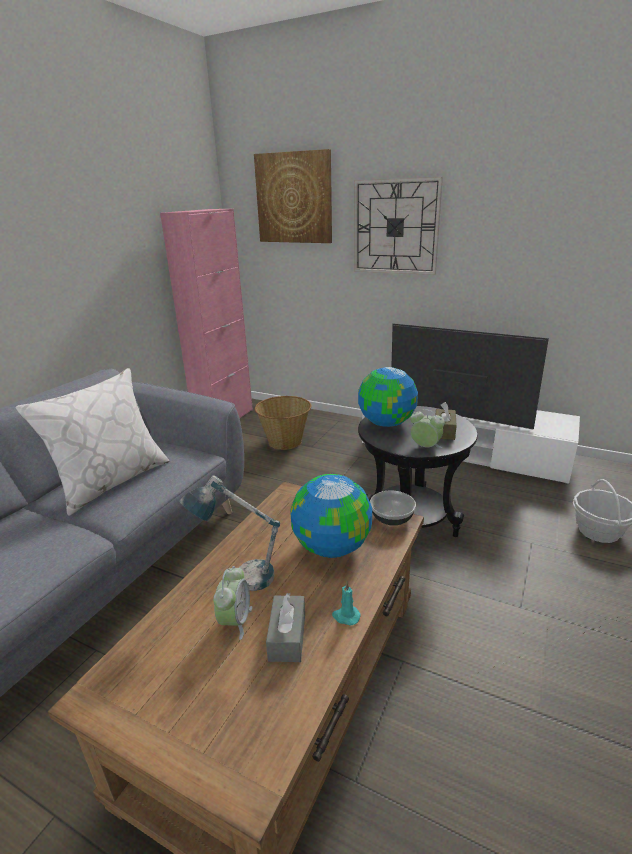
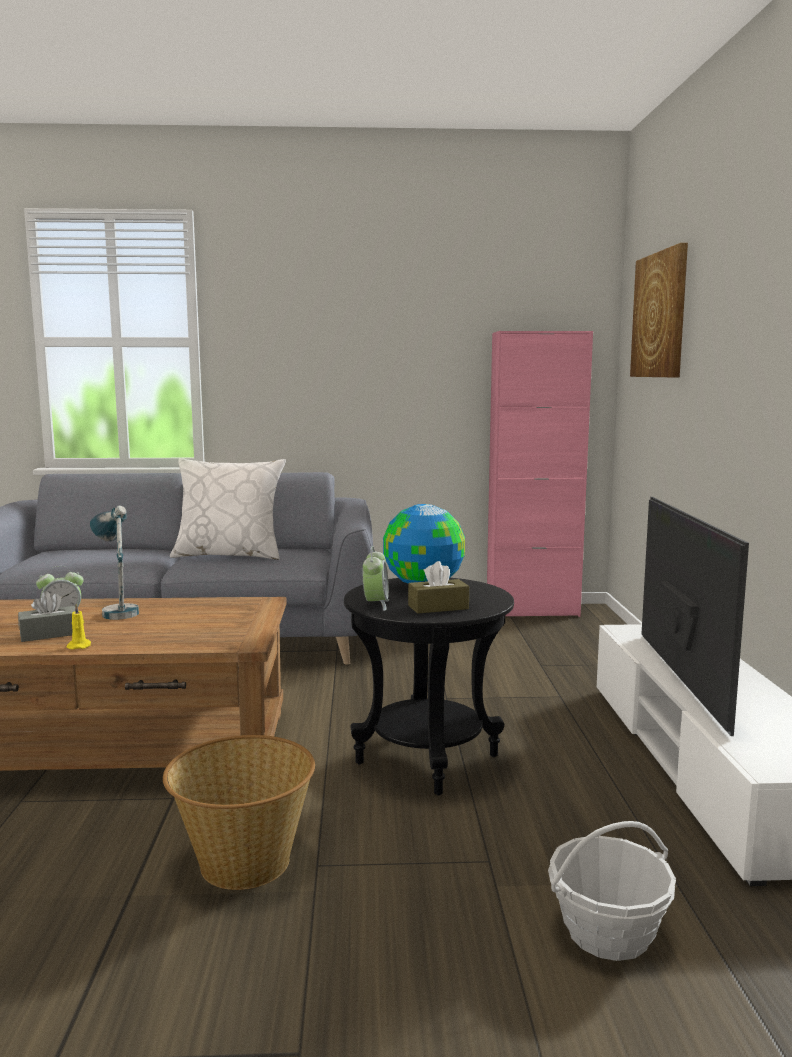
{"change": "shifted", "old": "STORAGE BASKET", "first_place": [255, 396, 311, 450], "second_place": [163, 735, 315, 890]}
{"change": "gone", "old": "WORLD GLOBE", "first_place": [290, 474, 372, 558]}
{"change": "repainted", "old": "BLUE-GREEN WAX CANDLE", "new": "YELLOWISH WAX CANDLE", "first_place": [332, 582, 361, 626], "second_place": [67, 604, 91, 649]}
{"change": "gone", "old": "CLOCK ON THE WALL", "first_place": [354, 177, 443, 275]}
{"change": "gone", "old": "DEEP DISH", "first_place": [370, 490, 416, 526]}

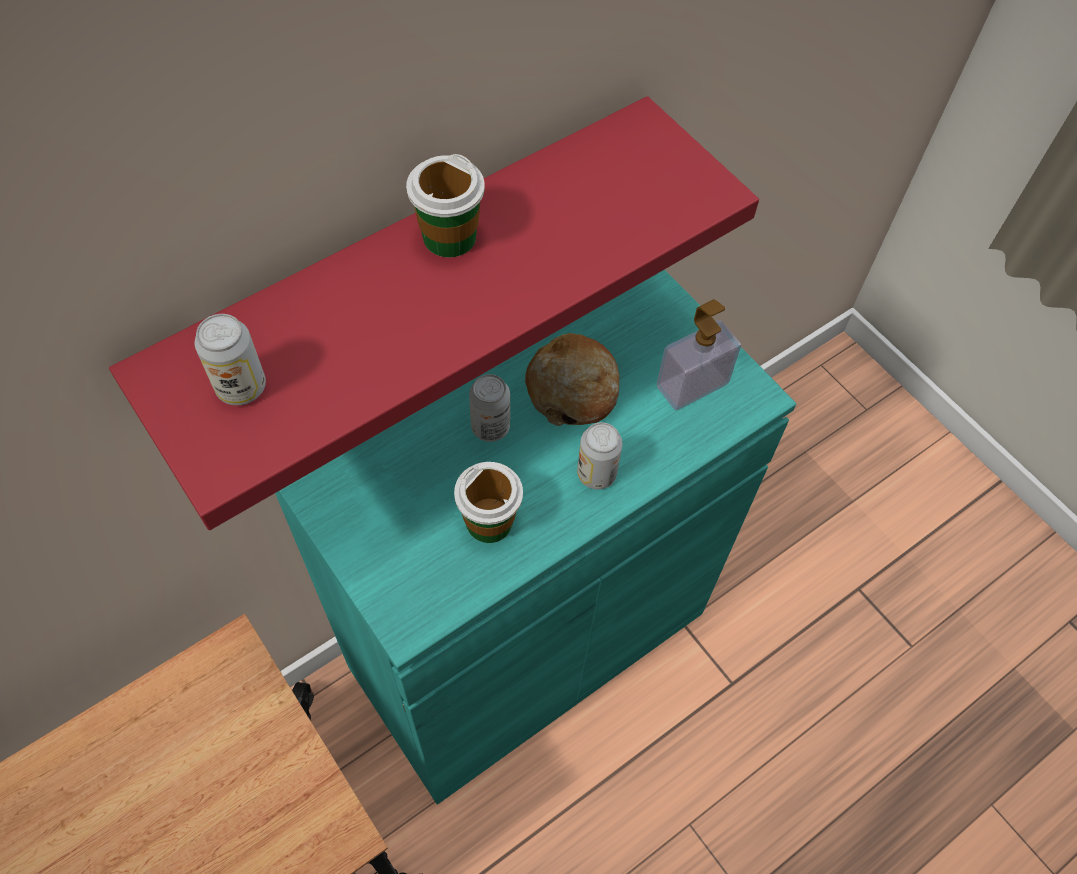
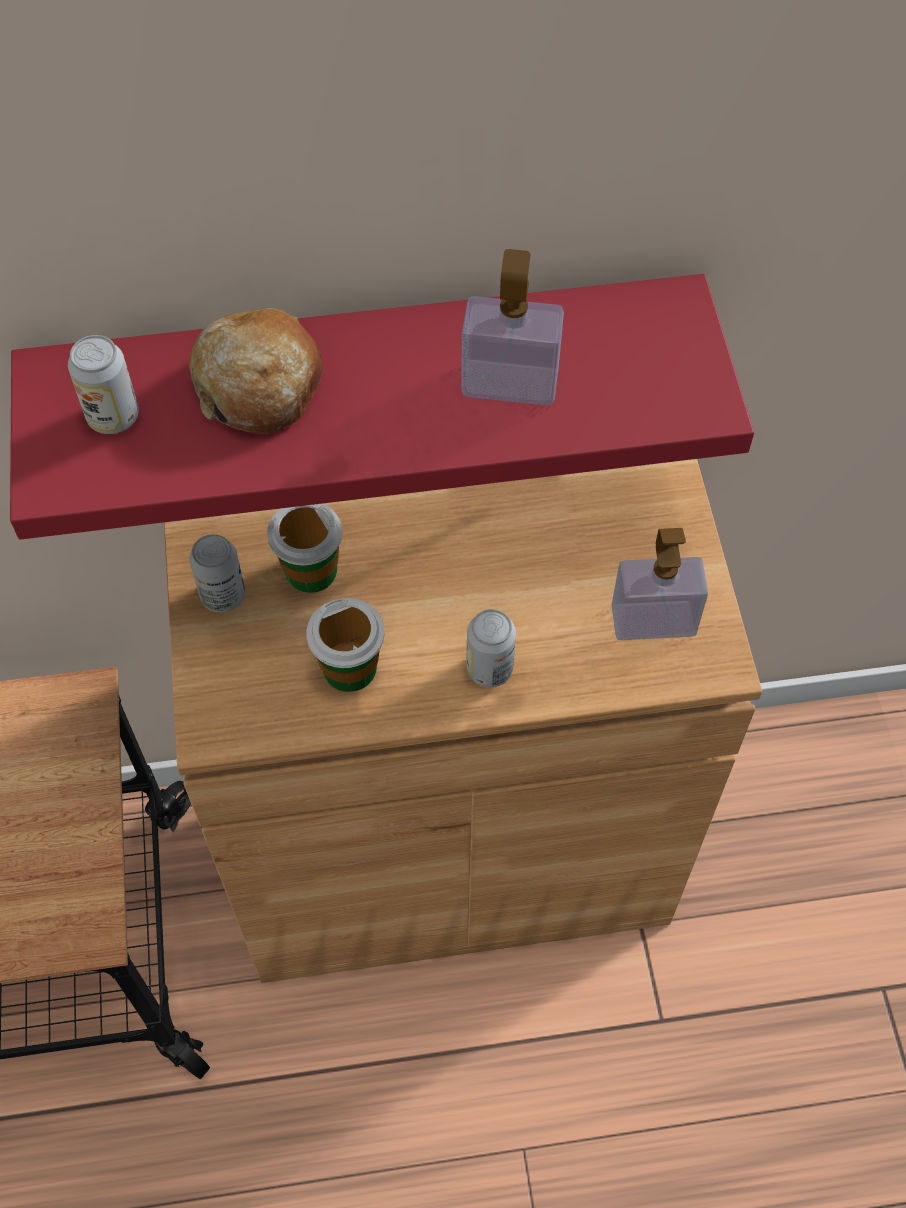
{"change": "repainted", "old": "BLUE-GREEN CUPBOARD", "new": "BROWN CUPBOARD", "first_place": [275, 269, 796, 805], "second_place": [164, 459, 762, 983]}
{"change": "shifted", "old": "DRINKING CUP", "first_place": [406, 154, 485, 257], "second_place": [267, 504, 342, 593]}
{"change": "shifted", "old": "METAL CAN", "first_place": [469, 374, 510, 442], "second_place": [189, 534, 245, 613]}
{"change": "shifted", "old": "BAKED BREAD", "first_place": [525, 333, 620, 426], "second_place": [189, 308, 323, 434]}
{"change": "new", "new": "SOAP BOTTLE", "second_place": [461, 249, 564, 406]}

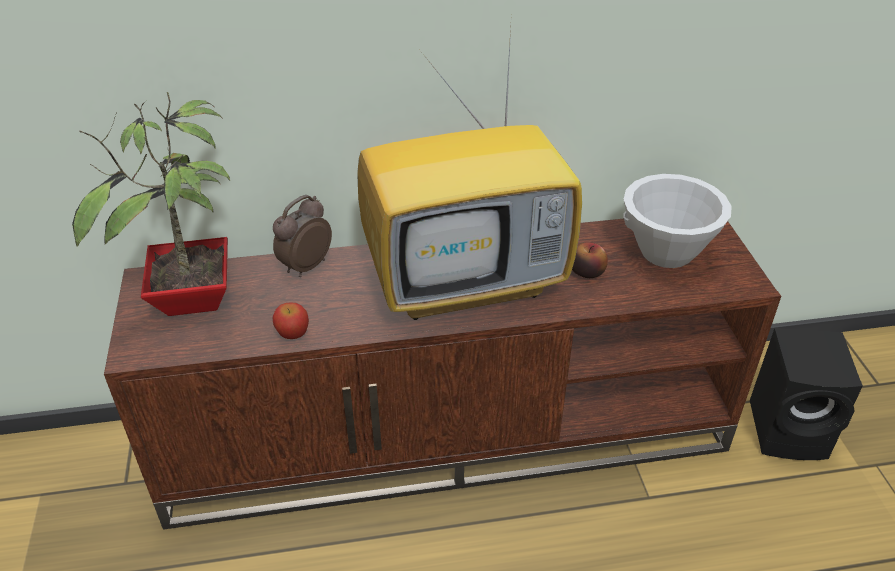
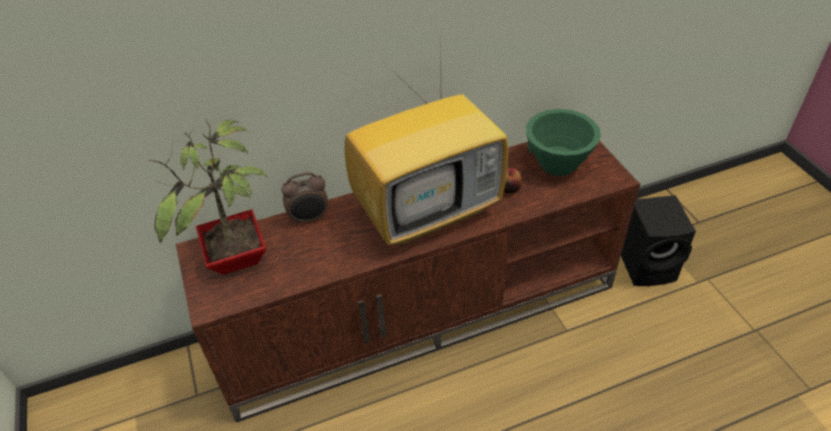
{"change": "rotated", "old": "ALARM CLOCK", "first_place": [273, 195, 332, 277], "second_place": [281, 172, 328, 225], "degrees": -135}
{"change": "gone", "old": "APPLE FRUIT", "first_place": [273, 303, 309, 339]}
{"change": "repainted", "old": "WHITE-COLOURED DEEP DISH", "new": "GREEN DEEP DISH", "first_place": [623, 174, 732, 268], "second_place": [526, 109, 601, 176]}

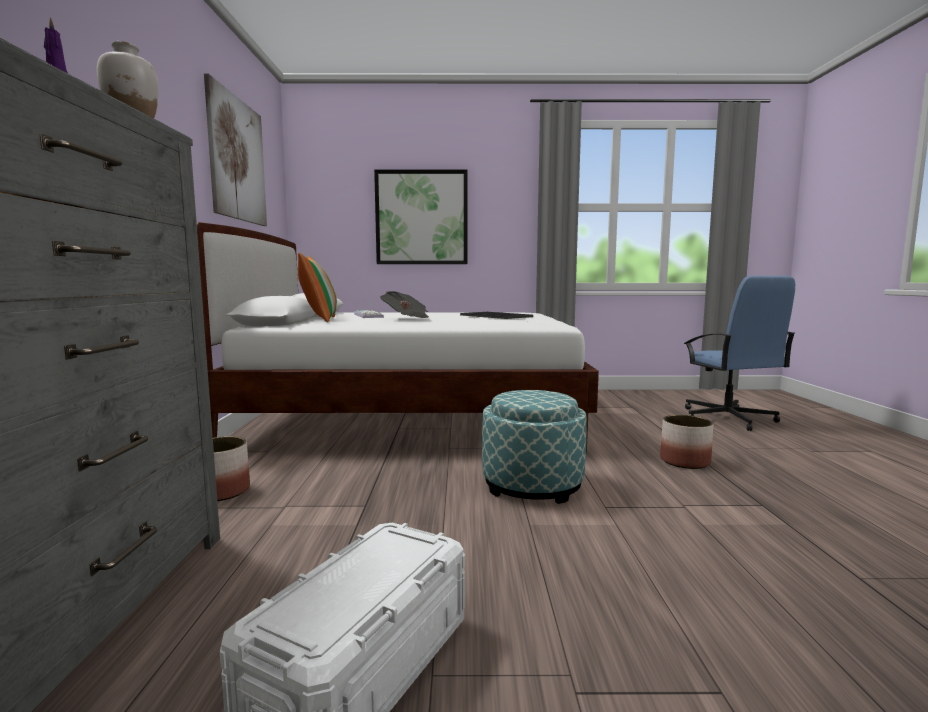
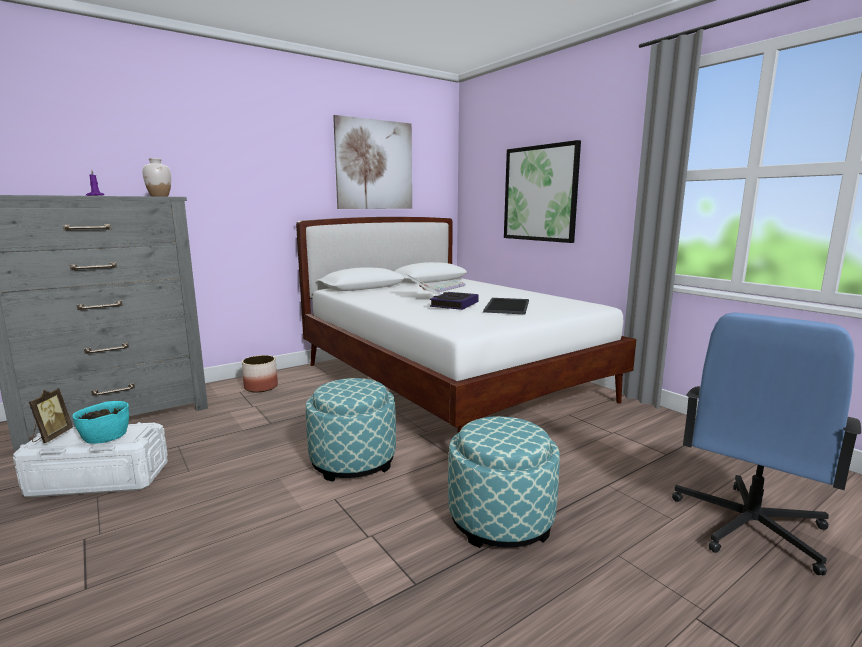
{"change": "gone", "old": "CUSHION", "first_place": [298, 253, 337, 322]}
{"change": "swapped", "old": "PLANT POT", "new": "OTTOMAN", "first_place": [660, 415, 714, 469], "second_place": [448, 416, 560, 548]}
{"change": "new", "new": "PICTURE FRAME", "second_place": [29, 388, 73, 443]}
{"change": "new", "new": "BLUE-GREEN DEEP DISH", "second_place": [72, 401, 129, 444]}
{"change": "new", "new": "BOOK", "second_place": [430, 292, 479, 310]}

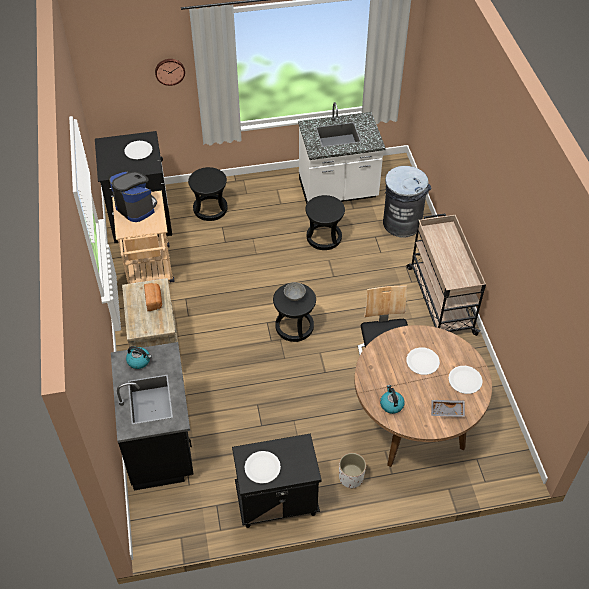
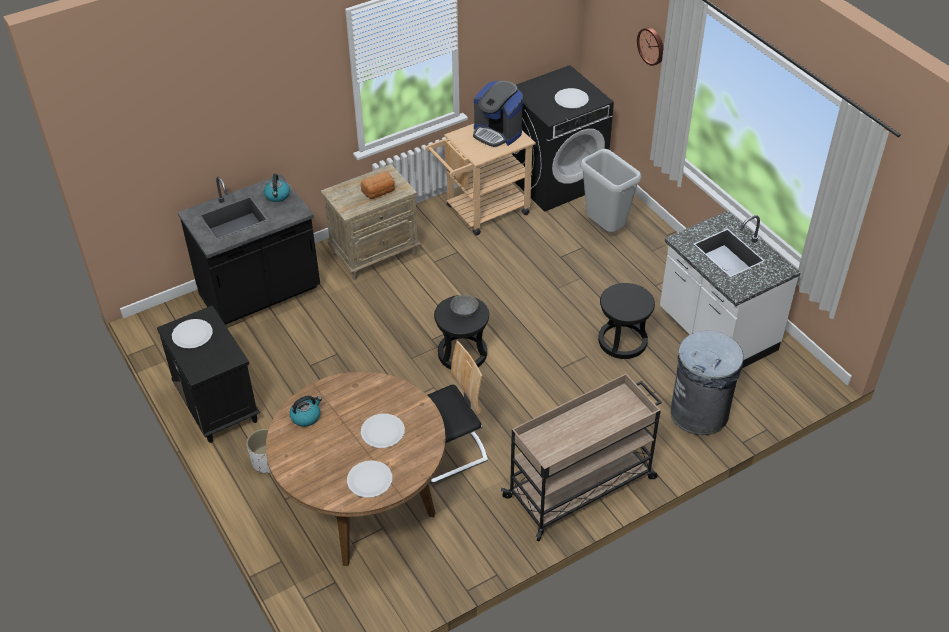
{"change": "rotated", "old": "COFFEE MAKER", "first_place": [109, 172, 157, 222], "second_place": [473, 81, 523, 147], "degrees": 105}
{"change": "swapped", "old": "BLACK-COLOURED SITTING STOOL", "new": "GREY WASTE BIN", "first_place": [188, 167, 228, 221], "second_place": [580, 149, 642, 232]}
{"change": "gone", "old": "GREY TRAY", "first_place": [431, 400, 465, 417]}

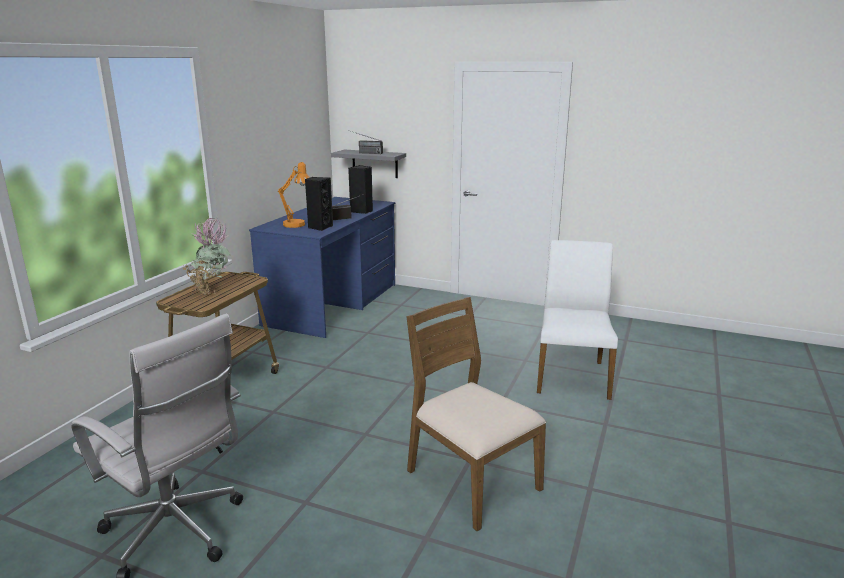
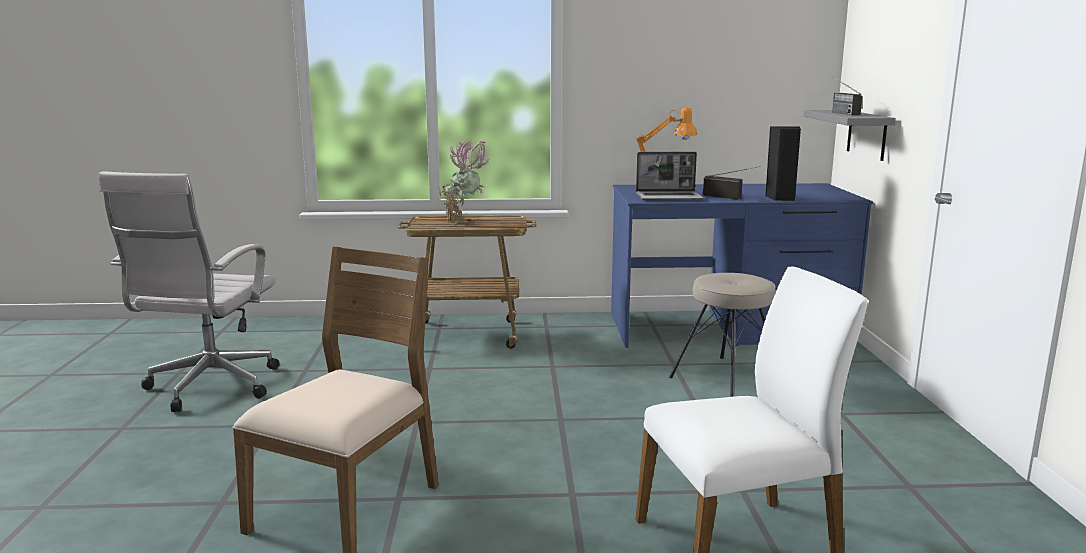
{"change": "swapped", "old": "BLACK-COLOURED SPEAKER", "new": "NOTEBOOK COMPUTER", "first_place": [305, 177, 333, 231], "second_place": [636, 152, 703, 201]}
{"change": "new", "new": "SAND-COLOURED SITTING STOOL", "second_place": [669, 273, 776, 397]}

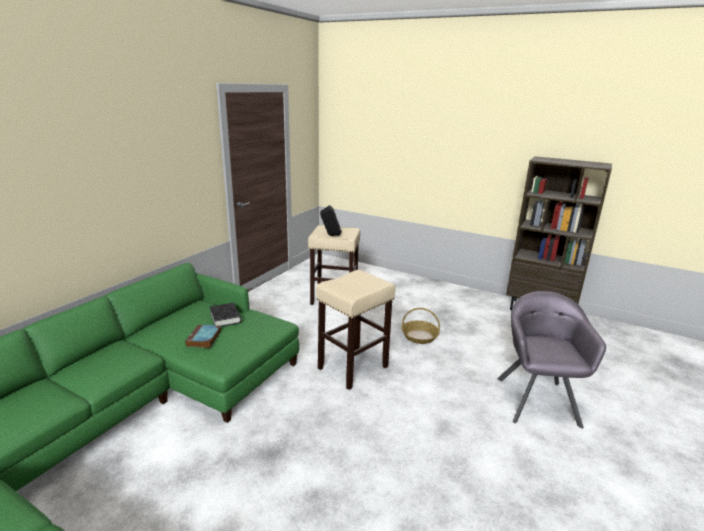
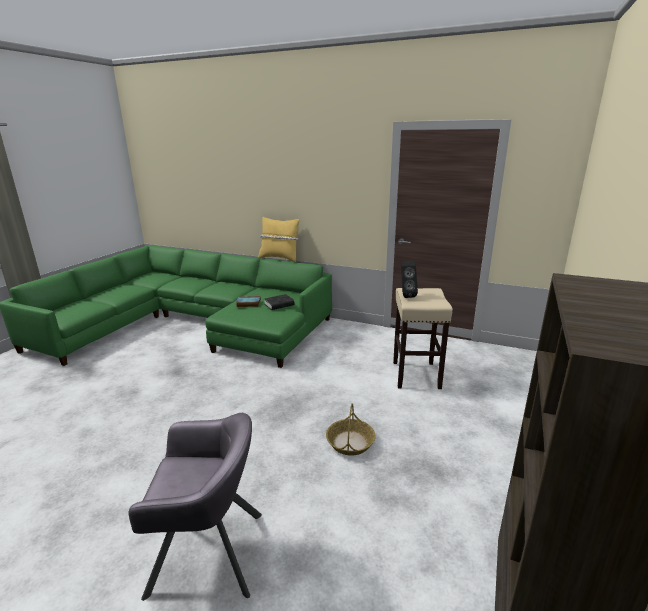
{"change": "gone", "old": "SAND-COLOURED SITTING STOOL", "first_place": [316, 270, 396, 390]}
{"change": "new", "new": "YELLOWISH CUSHION", "second_place": [258, 217, 300, 262]}

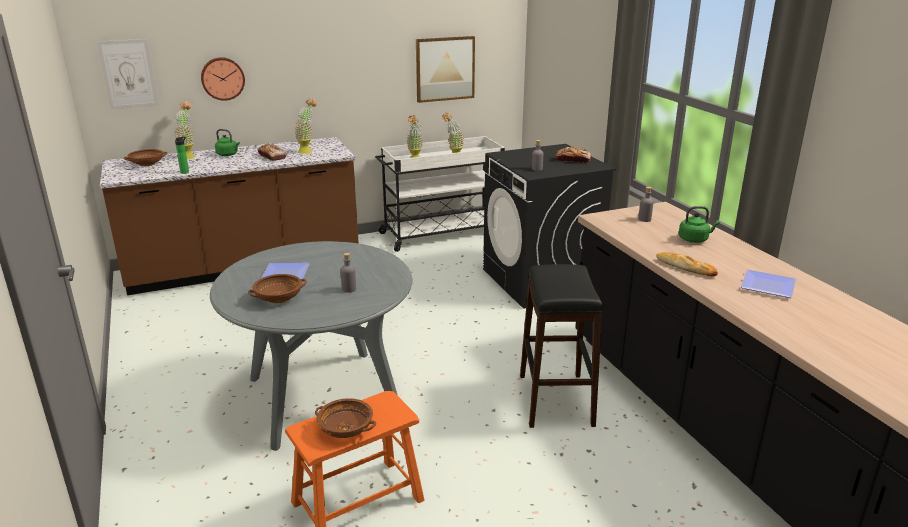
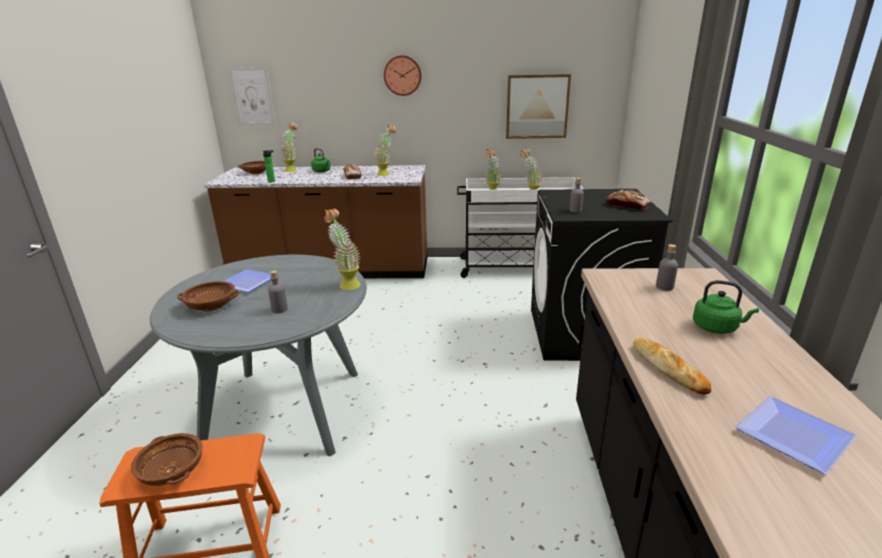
{"change": "shifted", "old": "CLOCK ON THE WALL", "first_place": [201, 57, 245, 101], "second_place": [384, 55, 421, 96]}
{"change": "gone", "old": "BLACK-COLOURED SITTING STOOL", "first_place": [520, 264, 603, 428]}
{"change": "new", "new": "HOUSEPLANT", "second_place": [324, 209, 361, 290]}

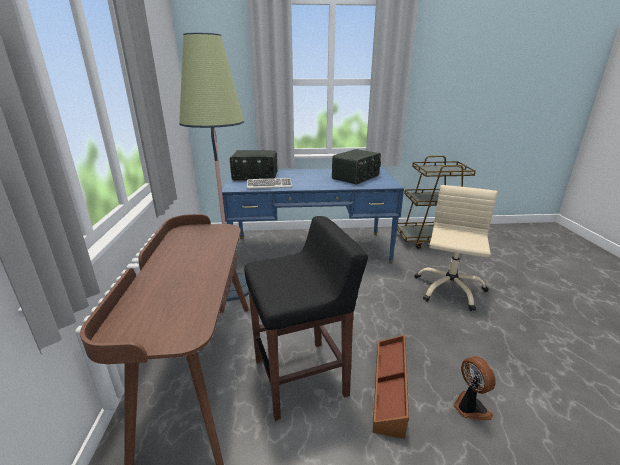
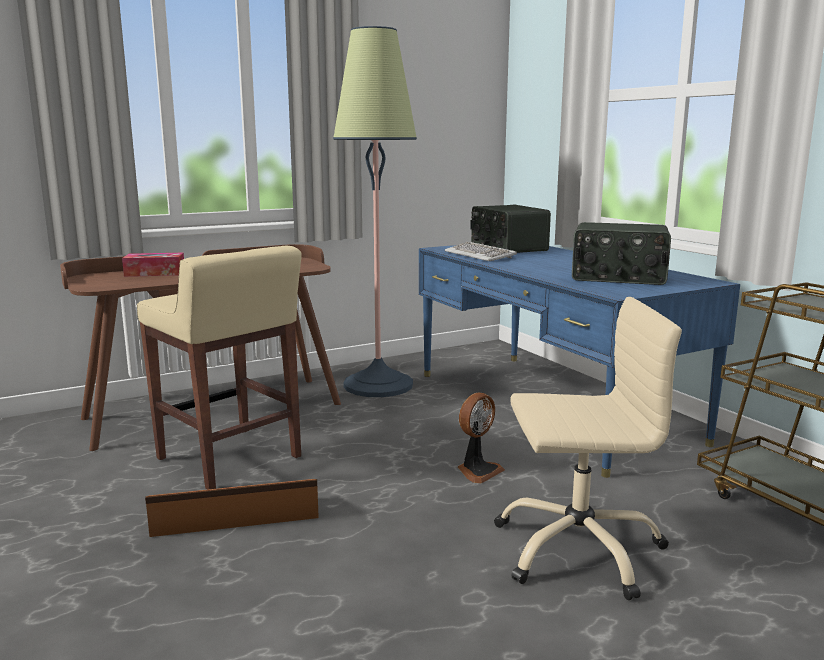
{"change": "repainted", "old": "BLACK-COLOURED SITTING STOOL", "new": "SAND-COLOURED SITTING STOOL", "first_place": [244, 216, 368, 421], "second_place": [137, 246, 302, 490]}
{"change": "shifted", "old": "FAN", "first_place": [453, 356, 496, 420], "second_place": [458, 393, 505, 483]}
{"change": "new", "new": "BOX OF TISSUES", "second_place": [122, 253, 184, 277]}

